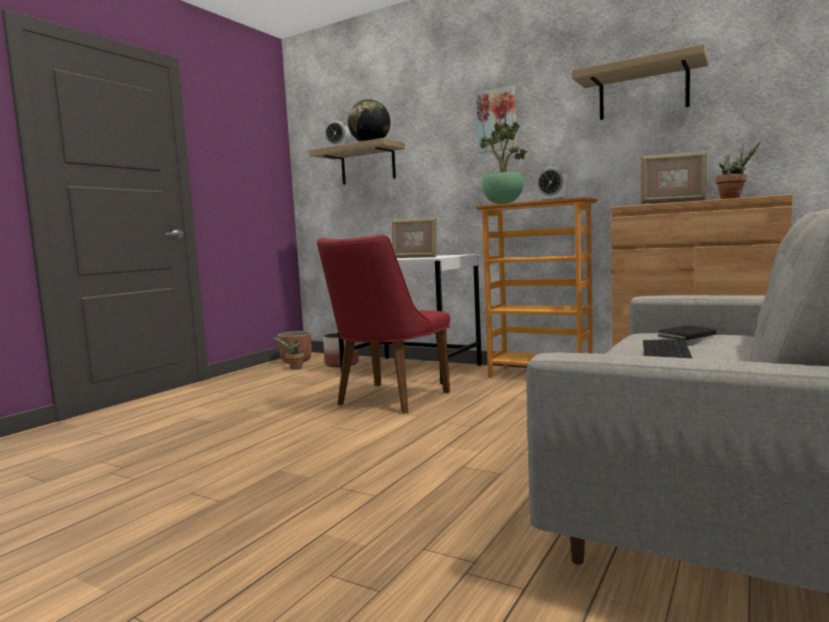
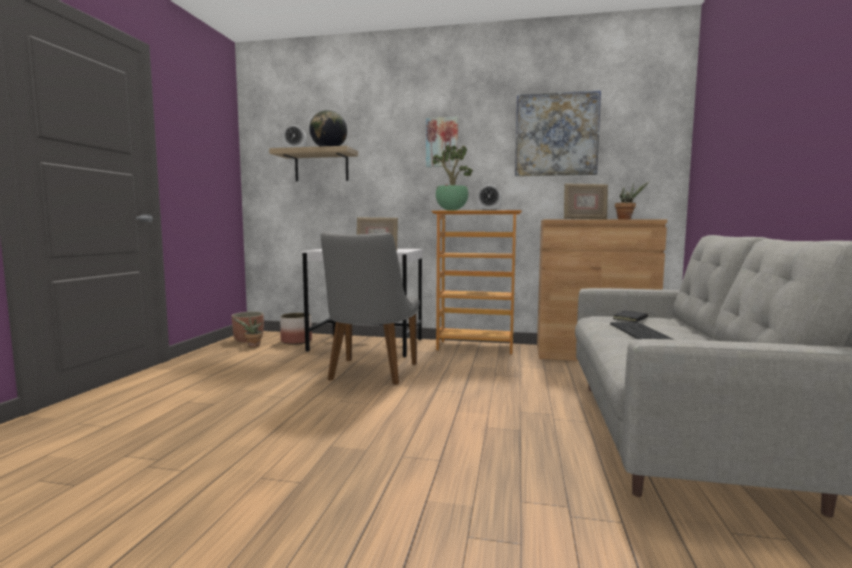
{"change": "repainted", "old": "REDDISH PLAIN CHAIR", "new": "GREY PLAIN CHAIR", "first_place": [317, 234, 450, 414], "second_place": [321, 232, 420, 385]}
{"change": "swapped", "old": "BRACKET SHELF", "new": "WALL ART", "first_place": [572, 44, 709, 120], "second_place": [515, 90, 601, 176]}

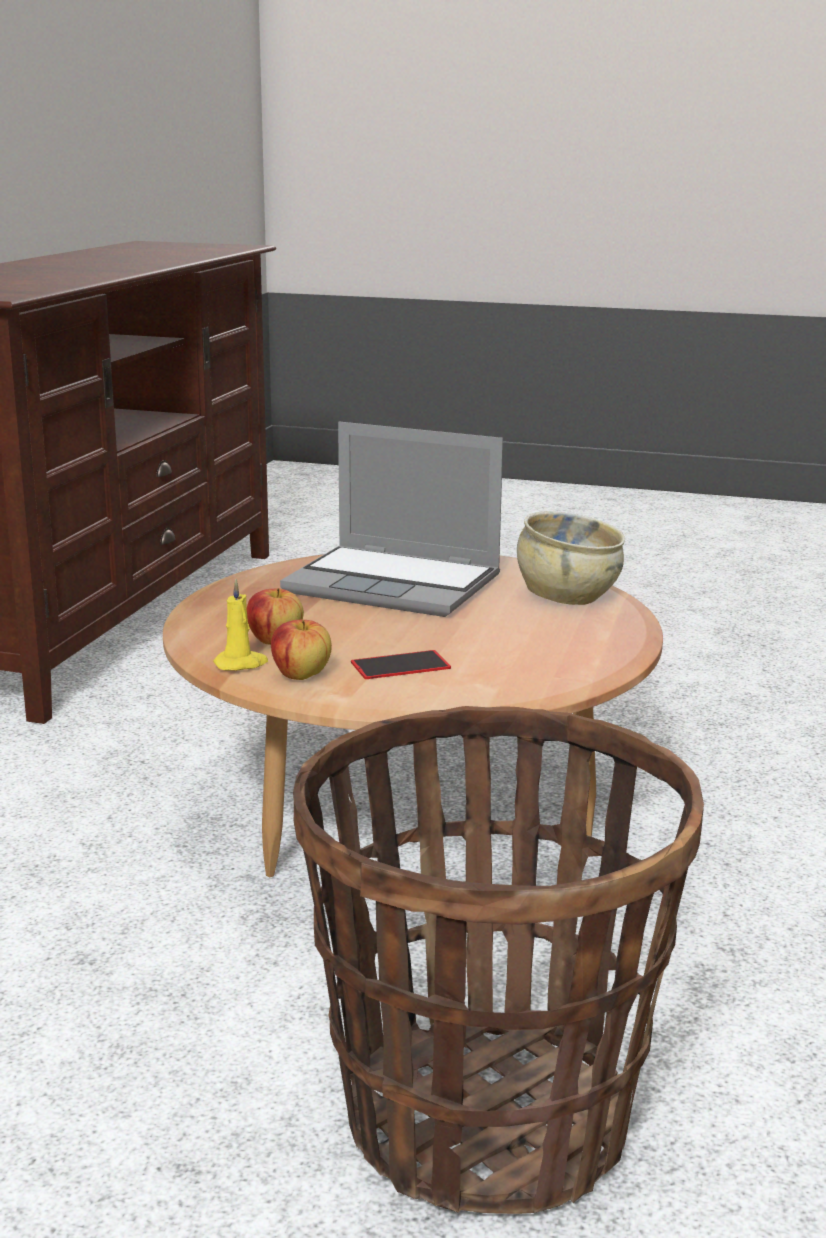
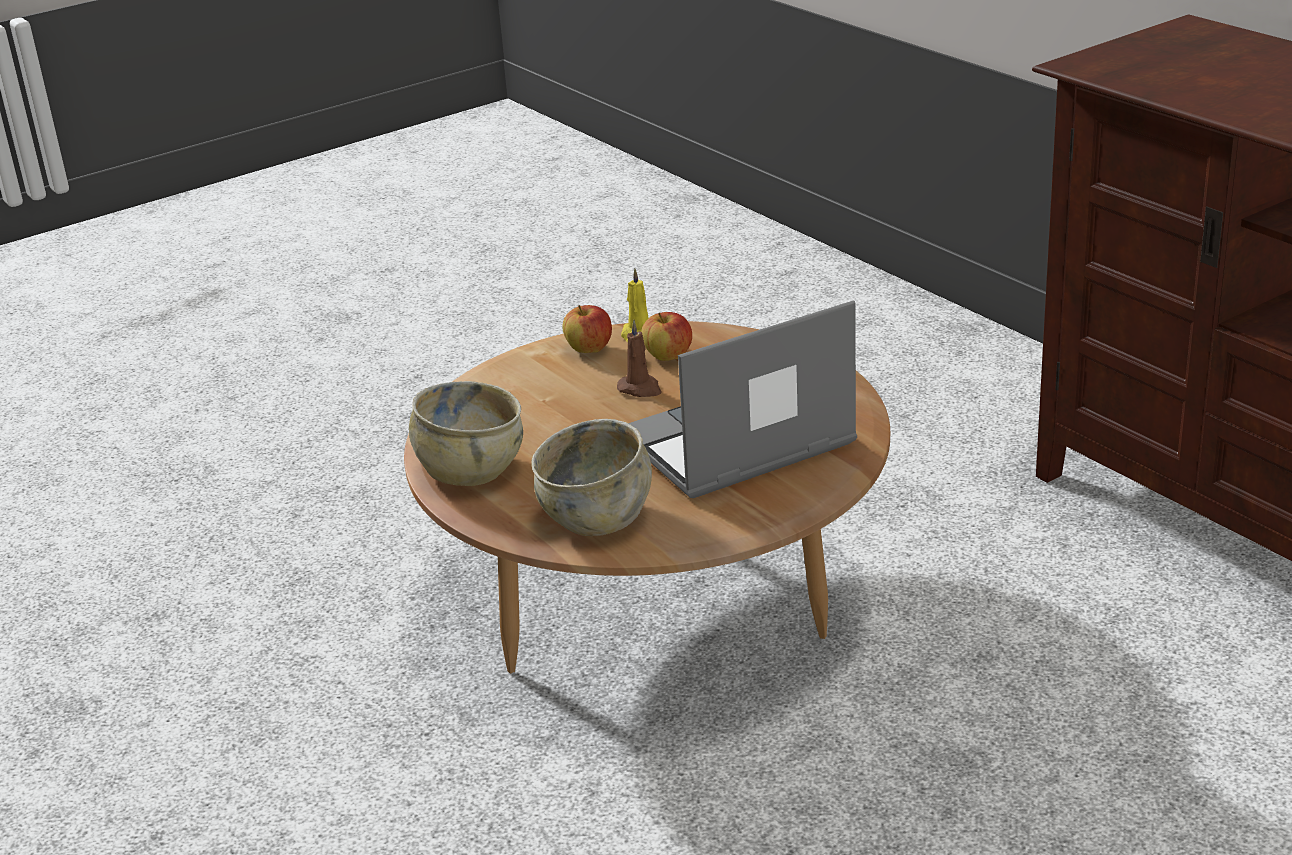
{"change": "gone", "old": "STORAGE BASKET", "first_place": [293, 706, 704, 1214]}
{"change": "gone", "old": "HANDSET", "first_place": [351, 650, 451, 679]}
{"change": "new", "new": "SAND-COLOURED DEEP DISH", "second_place": [409, 381, 523, 486]}
{"change": "new", "new": "BROWN WAX CANDLE", "second_place": [617, 320, 662, 397]}

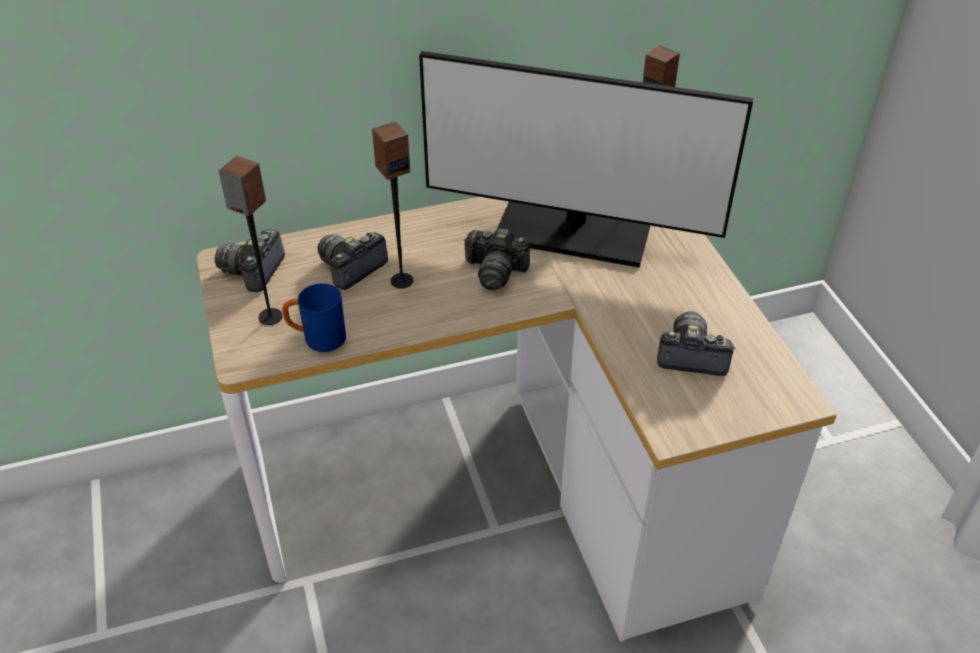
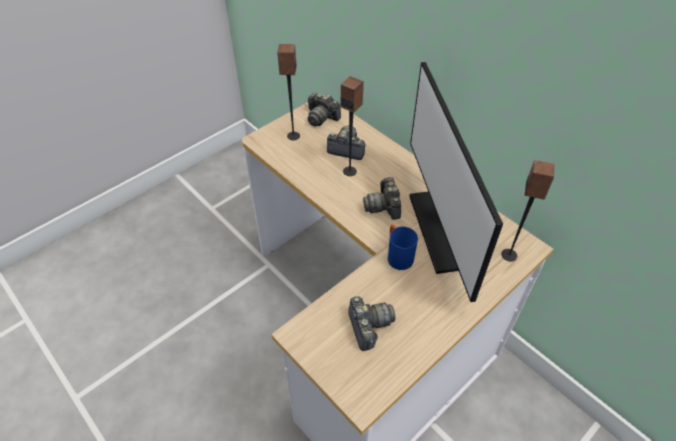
{"change": "rotated", "old": "PHOTO CAMERA", "first_place": [215, 229, 285, 292], "second_place": [308, 93, 341, 127], "degrees": -135}
{"change": "shifted", "old": "BLUE-COLOURED MUG", "first_place": [282, 283, 346, 352], "second_place": [388, 224, 418, 270]}

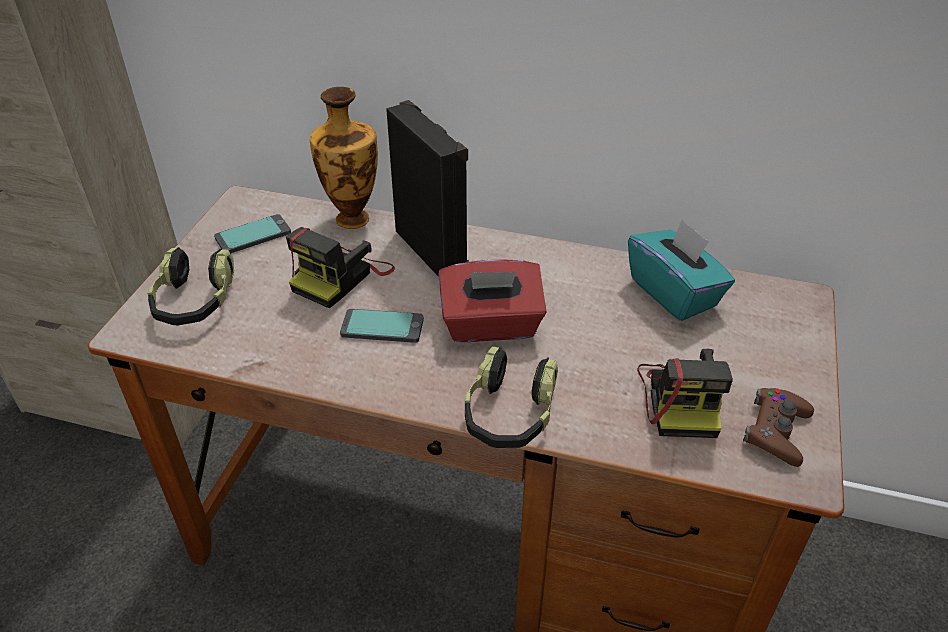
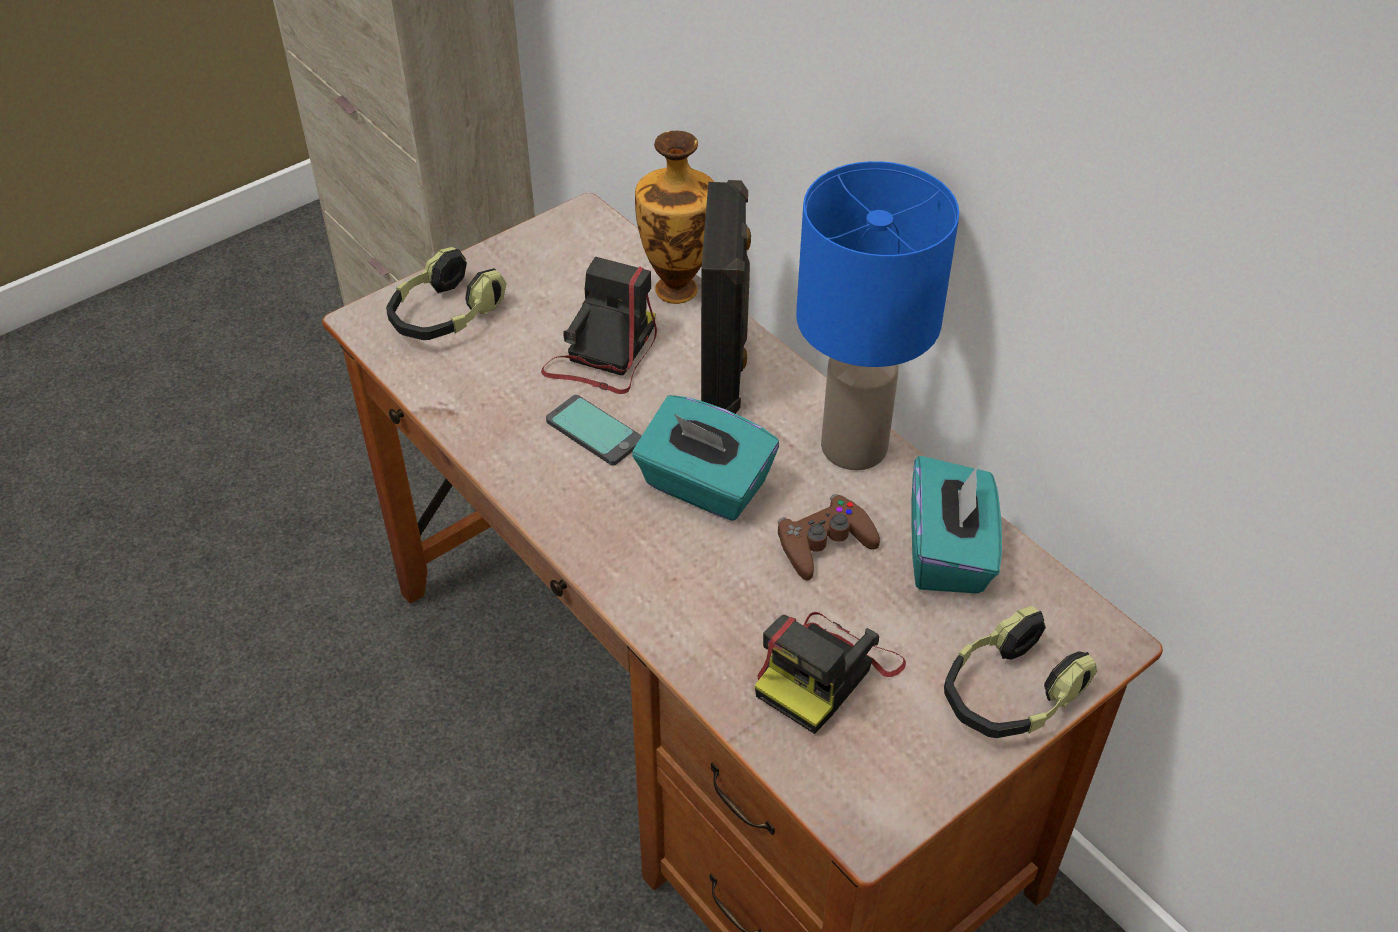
{"change": "gone", "old": "HANDSET", "first_place": [214, 214, 291, 254]}
{"change": "rotated", "old": "PHOTO CAMERA", "first_place": [286, 227, 395, 309], "second_place": [541, 257, 657, 394], "degrees": 135}
{"change": "repainted", "old": "REDDISH BOX OF TISSUES", "new": "BLUE-GREEN BOX OF TISSUES", "first_place": [438, 260, 547, 342], "second_place": [632, 395, 779, 521]}
{"change": "shifted", "old": "PAIR OF HEADPHONES", "first_place": [465, 347, 558, 448], "second_place": [944, 606, 1097, 738]}
{"change": "shifted", "old": "BROWN GAMEPAD", "first_place": [743, 388, 814, 467], "second_place": [778, 494, 880, 580]}
{"change": "new", "new": "BLUE-COLOURED LAMP FOR A TABLE", "second_place": [796, 161, 959, 470]}

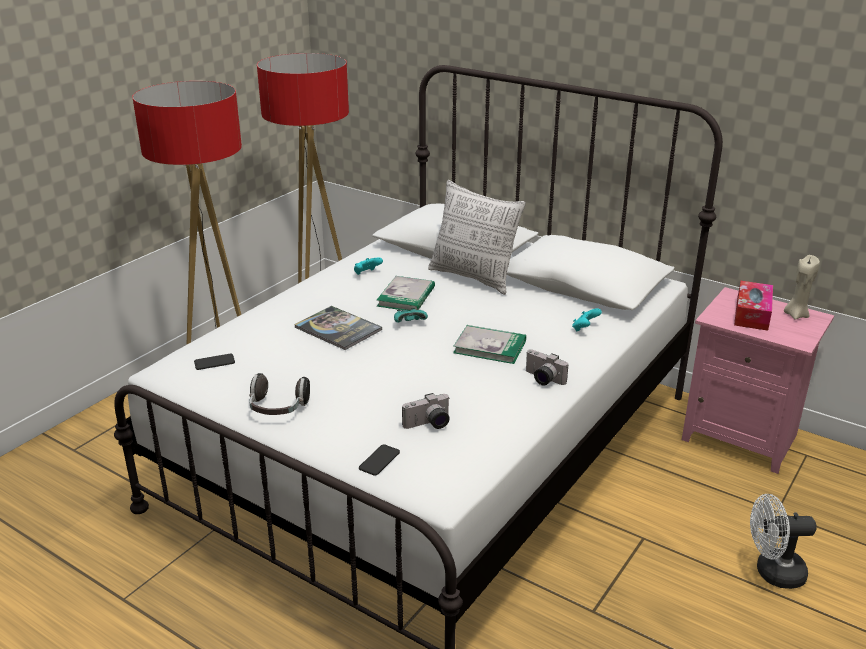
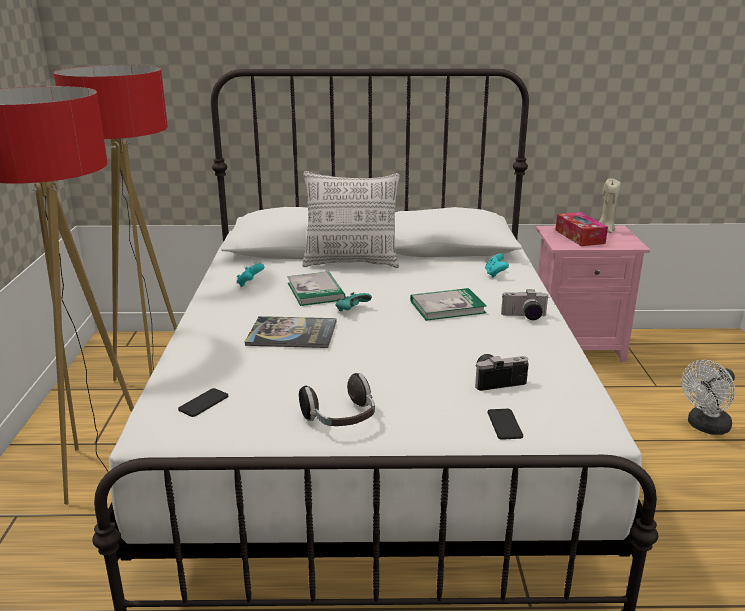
{"change": "rotated", "old": "PHOTO CAMERA", "first_place": [402, 393, 450, 429], "second_place": [475, 354, 529, 391], "degrees": -135}

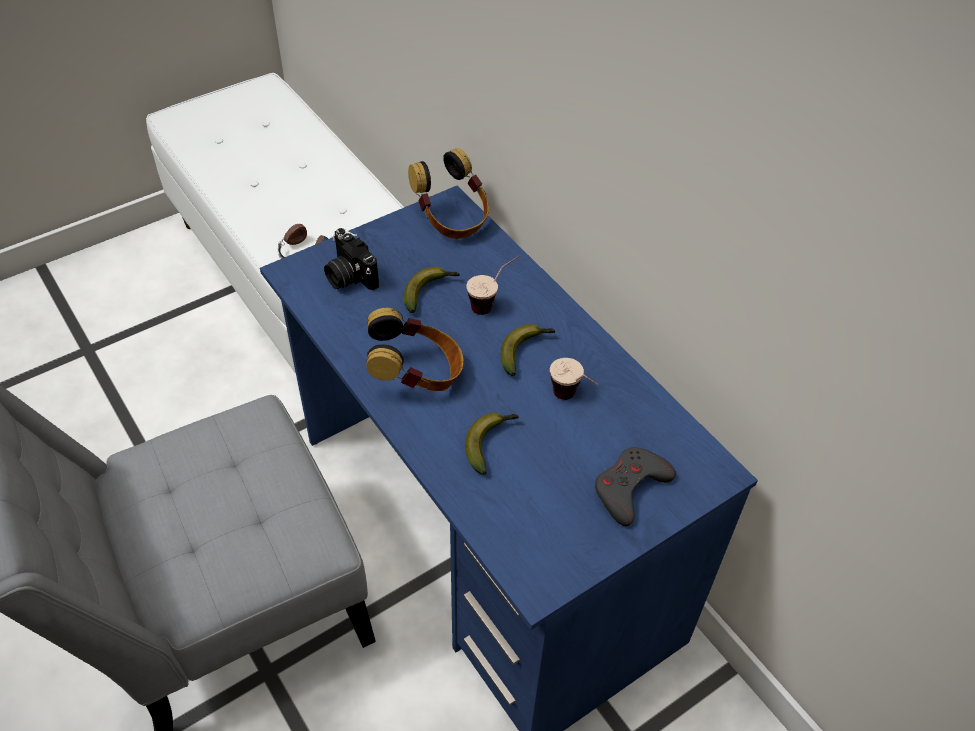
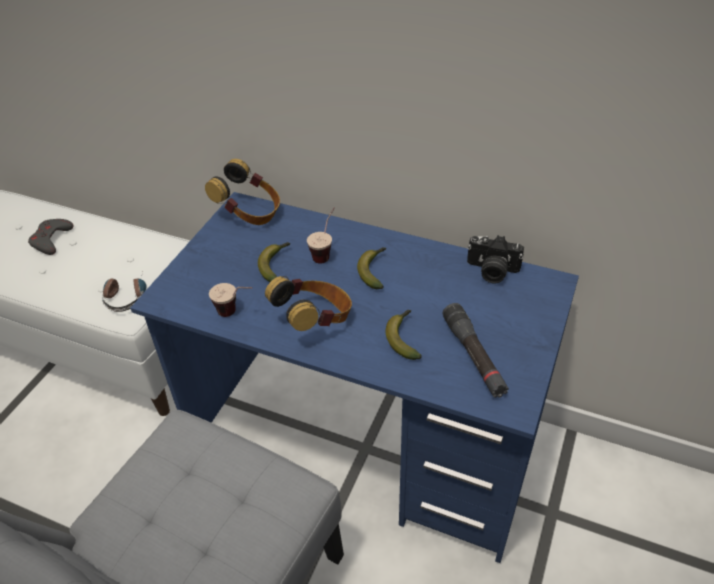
{"change": "shifted", "old": "PHOTO CAMERA", "first_place": [324, 228, 379, 290], "second_place": [467, 235, 524, 283]}
{"change": "shifted", "old": "DRINKING CUP", "first_place": [550, 358, 599, 400], "second_place": [209, 283, 252, 317]}
{"change": "shifted", "old": "GREY GAMEPAD", "first_place": [595, 447, 676, 526], "second_place": [28, 219, 74, 255]}
{"change": "new", "new": "BLACK-COLOURED HAND TORCH", "second_place": [442, 303, 509, 398]}

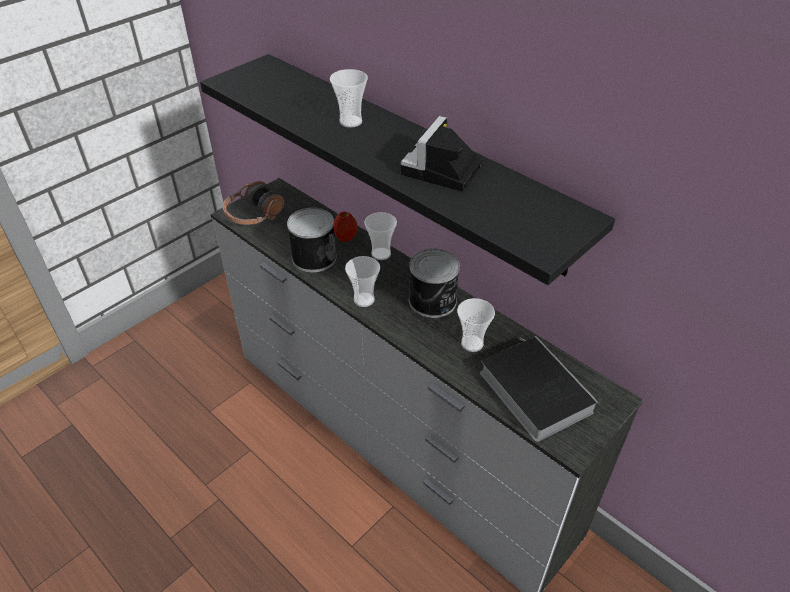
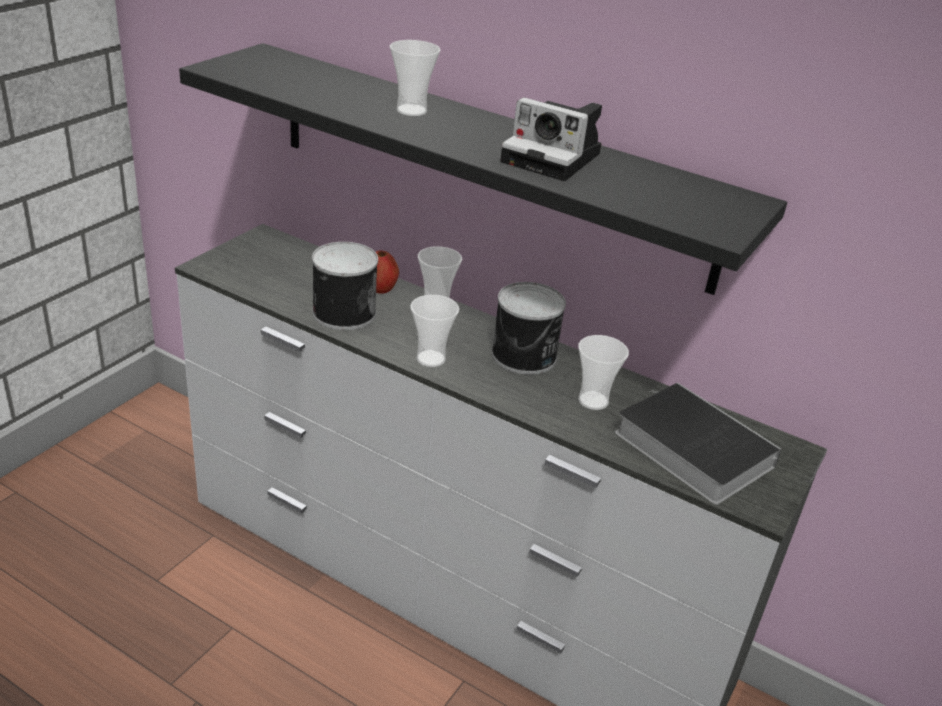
{"change": "gone", "old": "PAIR OF HEADPHONES", "first_place": [223, 181, 284, 225]}
{"change": "rotated", "old": "PHOTO CAMERA", "first_place": [401, 116, 483, 191], "second_place": [500, 98, 602, 181], "degrees": -75}

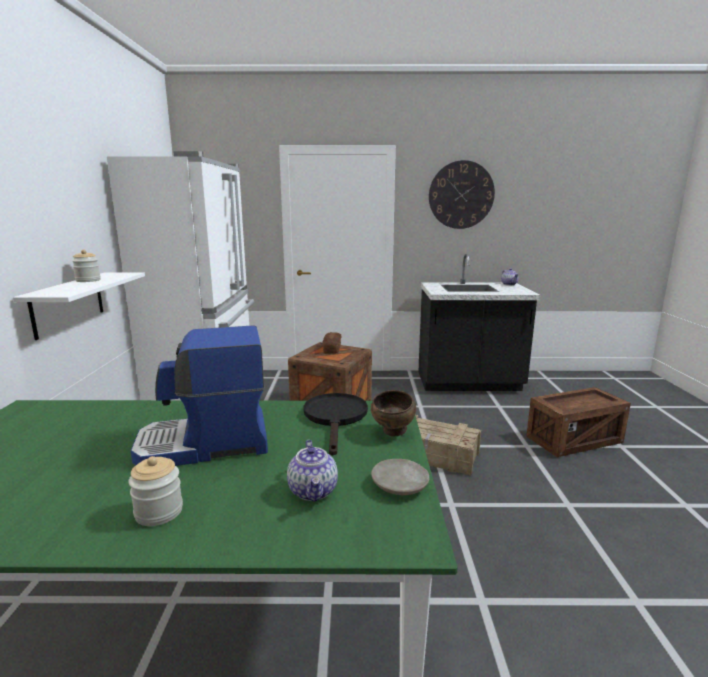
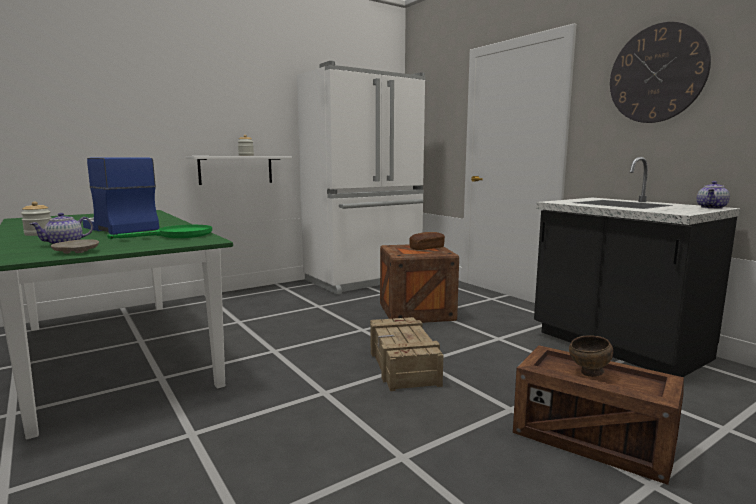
{"change": "repainted", "old": "BLACK-COLOURED FRYING PAN", "new": "GREEN FRYING PAN", "first_place": [303, 393, 368, 456], "second_place": [107, 225, 212, 239]}
{"change": "shifted", "old": "BROWN DEEP DISH", "first_place": [371, 390, 416, 437], "second_place": [569, 335, 613, 377]}

